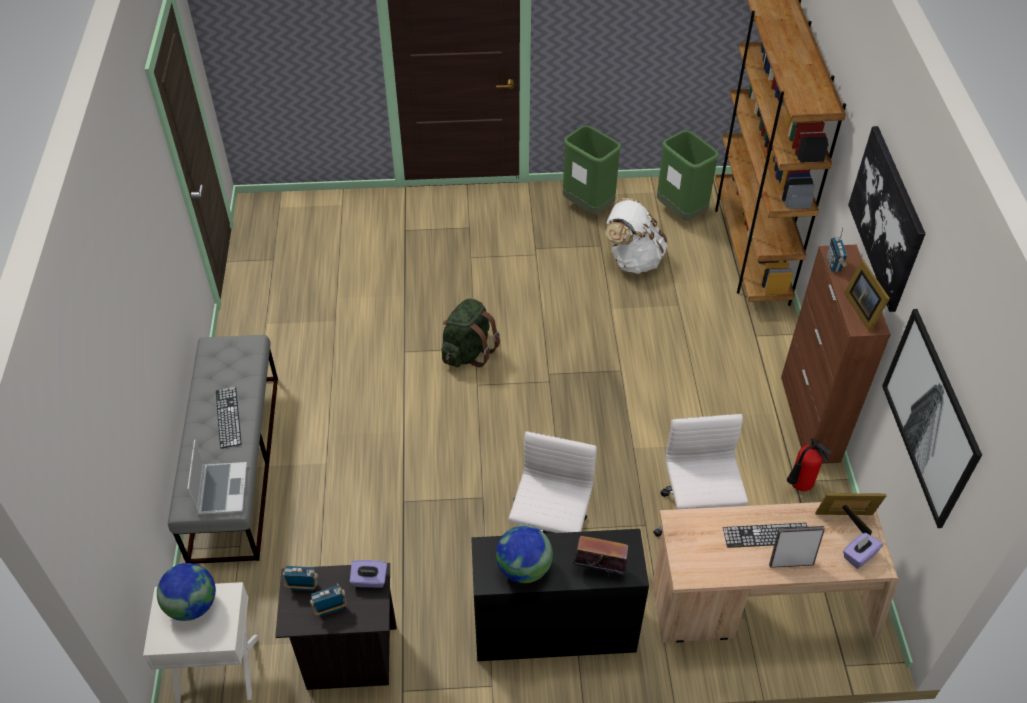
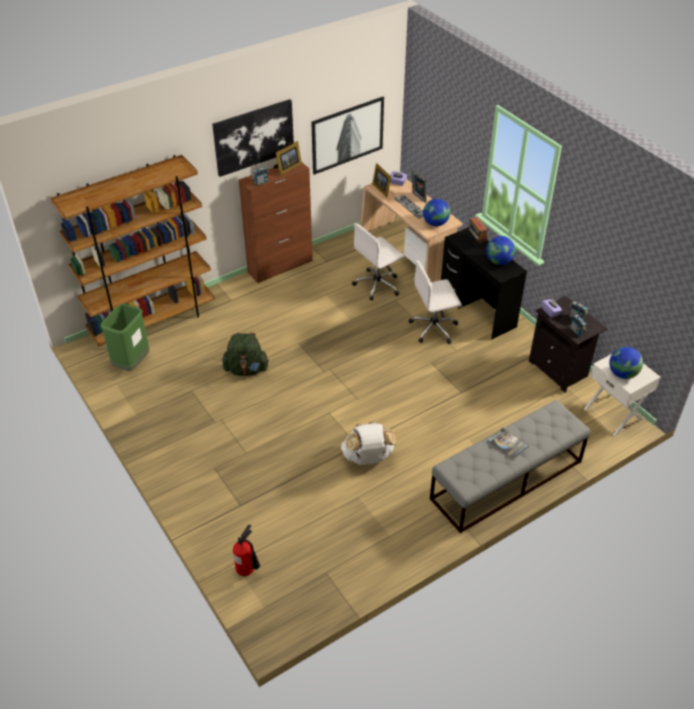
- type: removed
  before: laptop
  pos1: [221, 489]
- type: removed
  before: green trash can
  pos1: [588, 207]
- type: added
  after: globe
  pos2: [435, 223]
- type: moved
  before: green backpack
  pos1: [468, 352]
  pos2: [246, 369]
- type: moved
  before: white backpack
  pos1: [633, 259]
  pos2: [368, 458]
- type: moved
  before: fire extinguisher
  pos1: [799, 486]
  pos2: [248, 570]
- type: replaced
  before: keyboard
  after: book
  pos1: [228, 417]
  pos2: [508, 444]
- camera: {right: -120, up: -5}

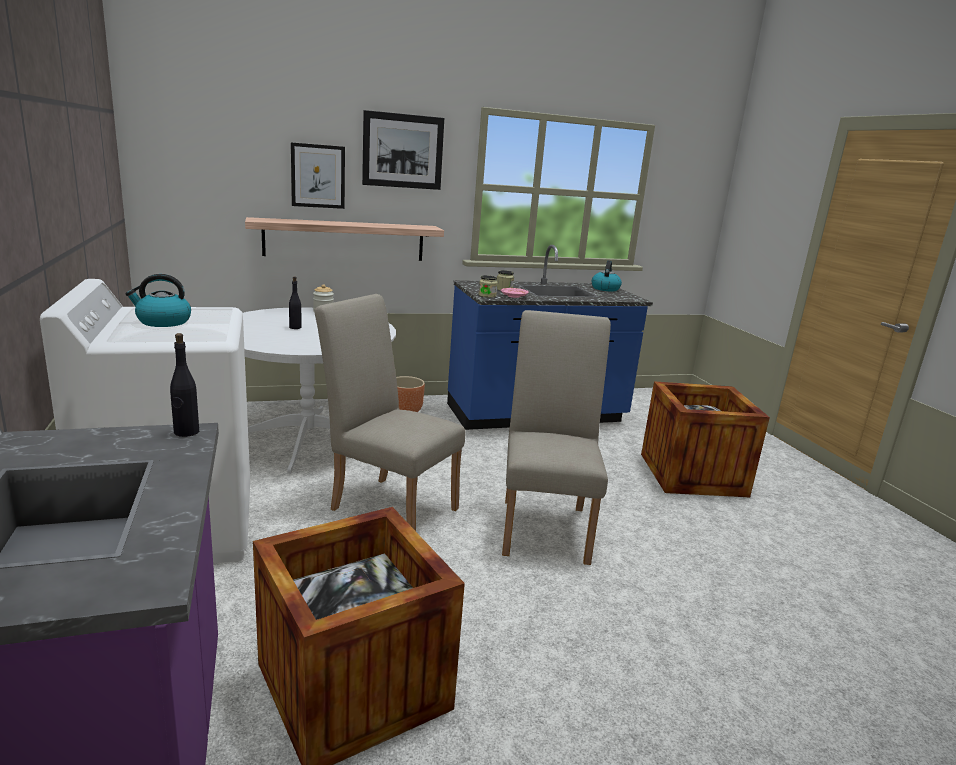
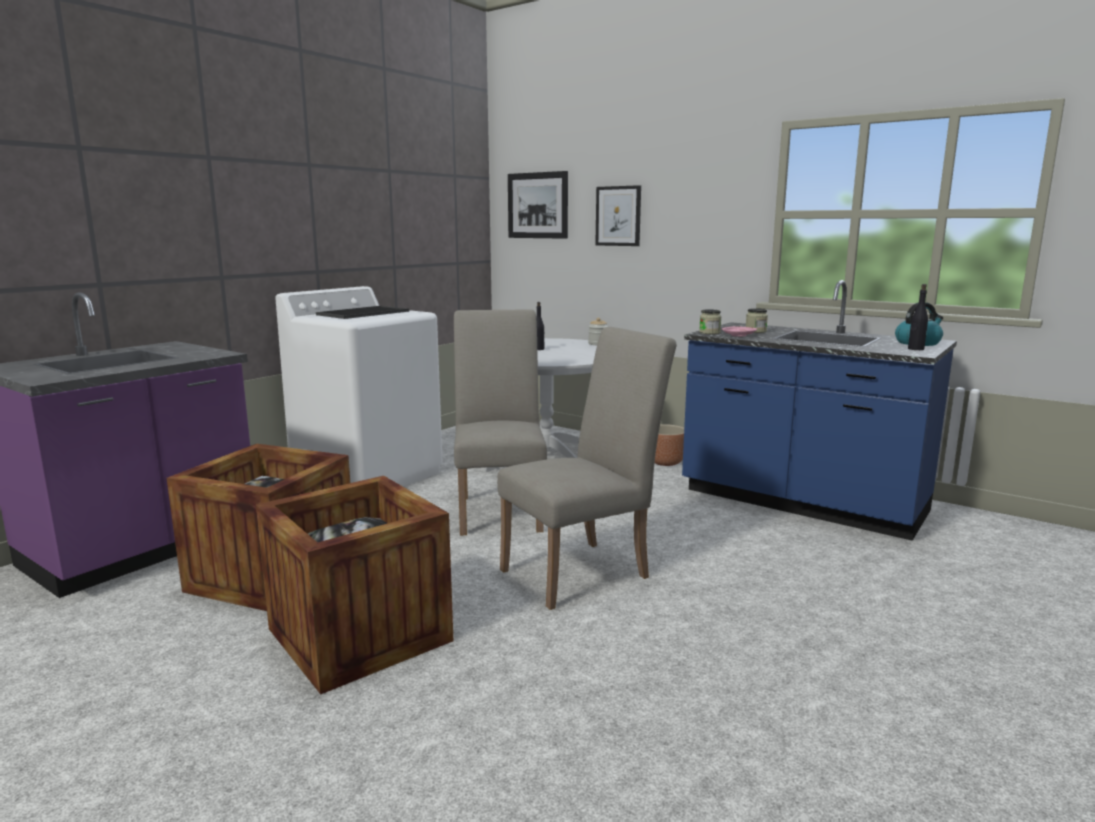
- type: removed
  before: shelf
  pos1: [345, 240]
- type: moved
  before: black bottle
  pos1: [186, 432]
  pos2: [915, 349]
- type: moved
  before: picture
  pos1: [403, 151]
  pos2: [537, 205]
- type: moved
  before: crate
  pos1: [692, 474]
  pos2: [359, 635]
- type: replaced
  before: kettle
  after: tray
  pos1: [163, 322]
  pos2: [363, 313]
- camera: {right: 55, up: -5}

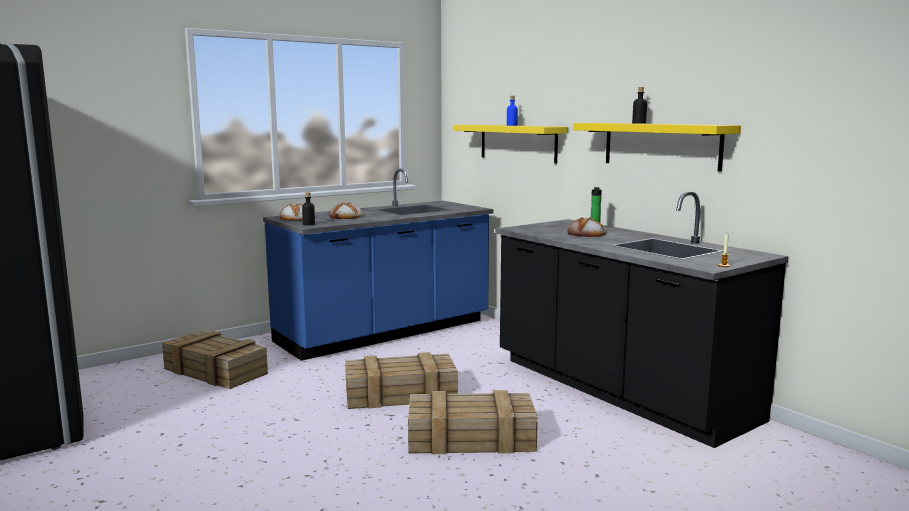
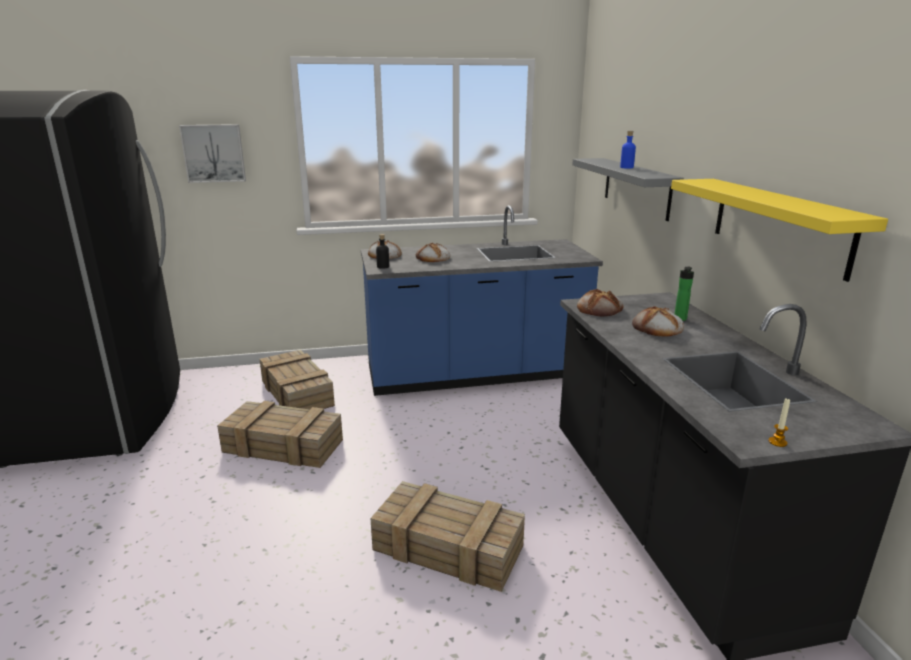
- type: removed
  before: black bottle
  pos1: [639, 123]
- type: added
  after: picture
  pos2: [214, 153]
- type: added
  after: bread
  pos2: [600, 309]
- type: moved
  before: crate
  pos1: [402, 394]
  pos2: [285, 445]
- type: recoloured
  before: yellow shelf
  after: grey shelf
  pos1: [517, 142]
  pos2: [636, 187]
- camera: {right: 25, up: 10}

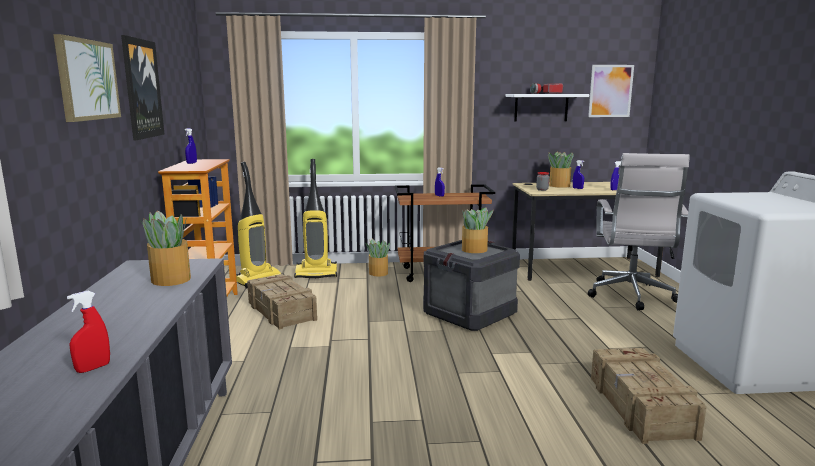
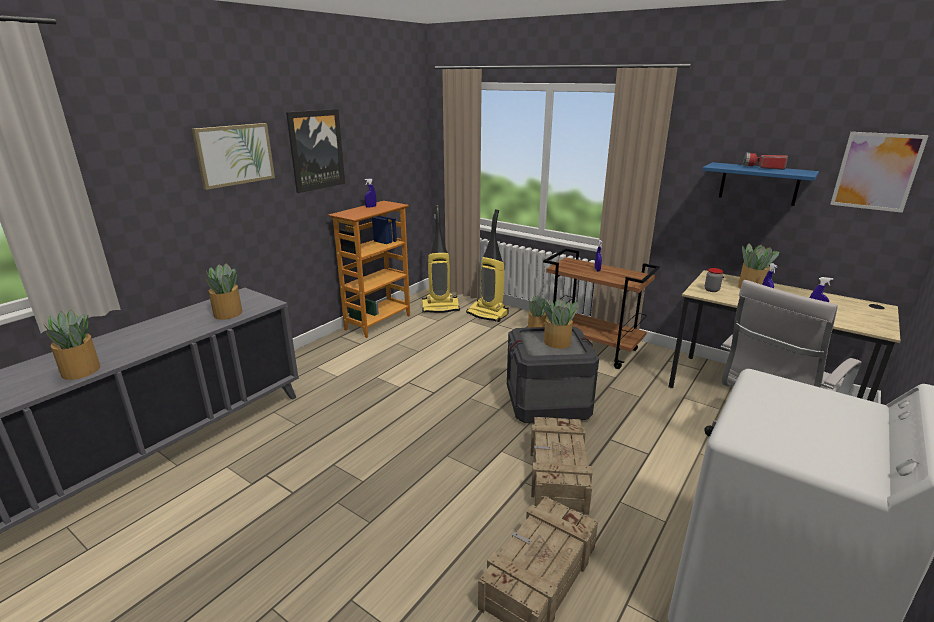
- type: moved
  before: crate
  pos1: [281, 311]
  pos2: [557, 474]
- type: replaced
  before: red spray bottle
  after: potted plant
  pos1: [93, 368]
  pos2: [80, 371]
- type: recoloured
  before: white shelf
  after: blue shelf
  pos1: [541, 107]
  pos2: [759, 184]
- camera: {right: 40, up: 10}

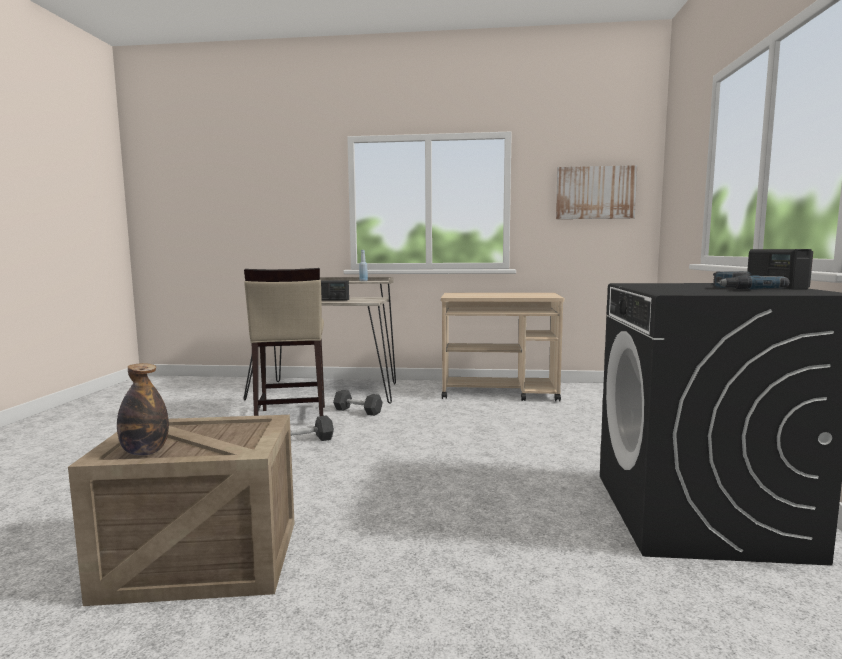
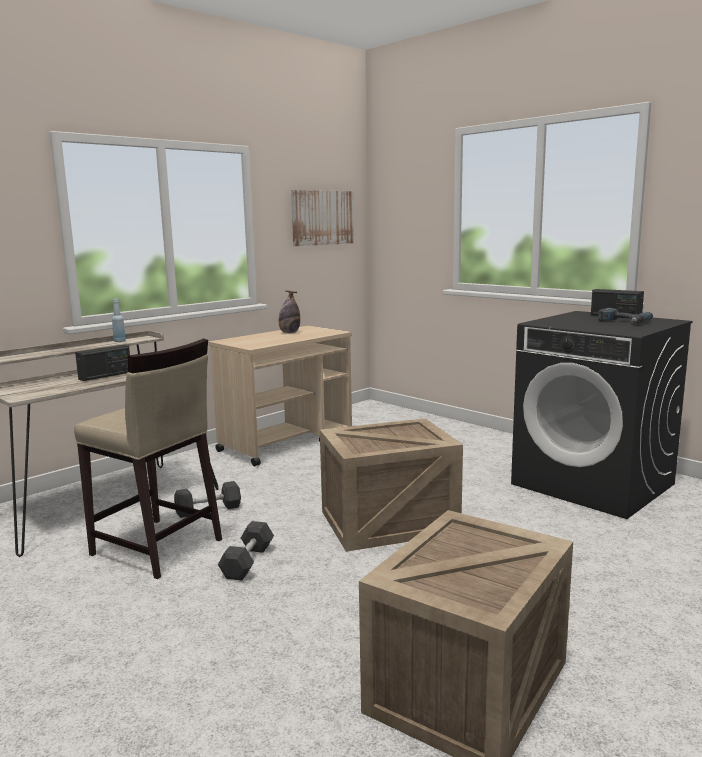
- type: added
  after: crate
  pos2: [390, 521]
- type: moved
  before: bottle
  pos1: [145, 452]
  pos2: [289, 333]
- camera: {right: -50, up: 5}

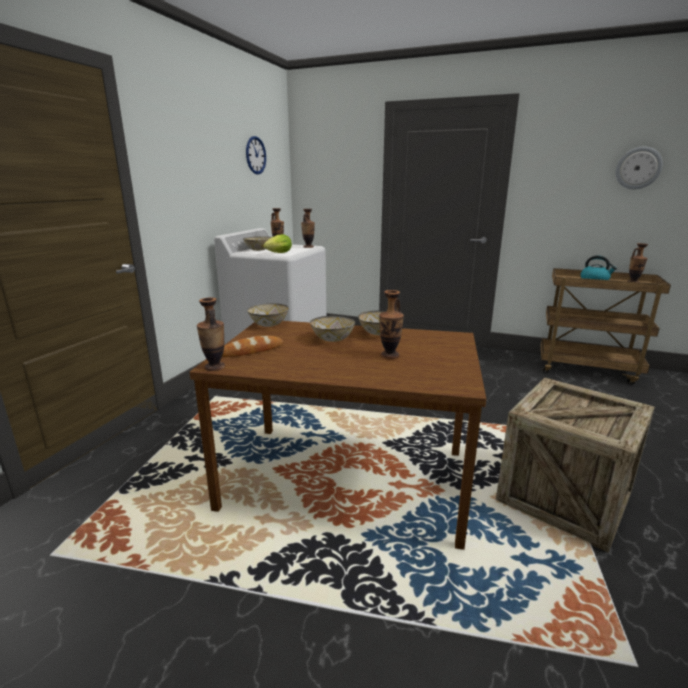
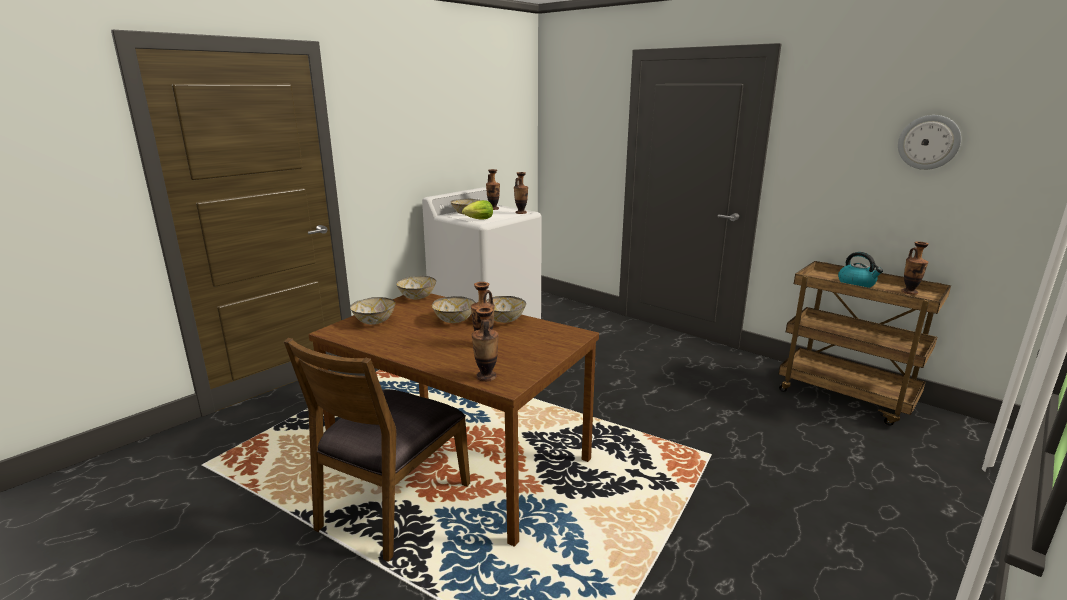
- type: removed
  before: wall clock
  pos1: [255, 155]
- type: removed
  before: crate
  pos1: [563, 497]
- type: added
  after: brown chair
  pos2: [392, 505]
- type: moved
  before: vase
  pos1: [215, 367]
  pos2: [486, 377]
- type: replaced
  before: bread
  after: bowl
  pos1: [251, 350]
  pos2: [374, 322]
- camera: {right: 20, up: 0}

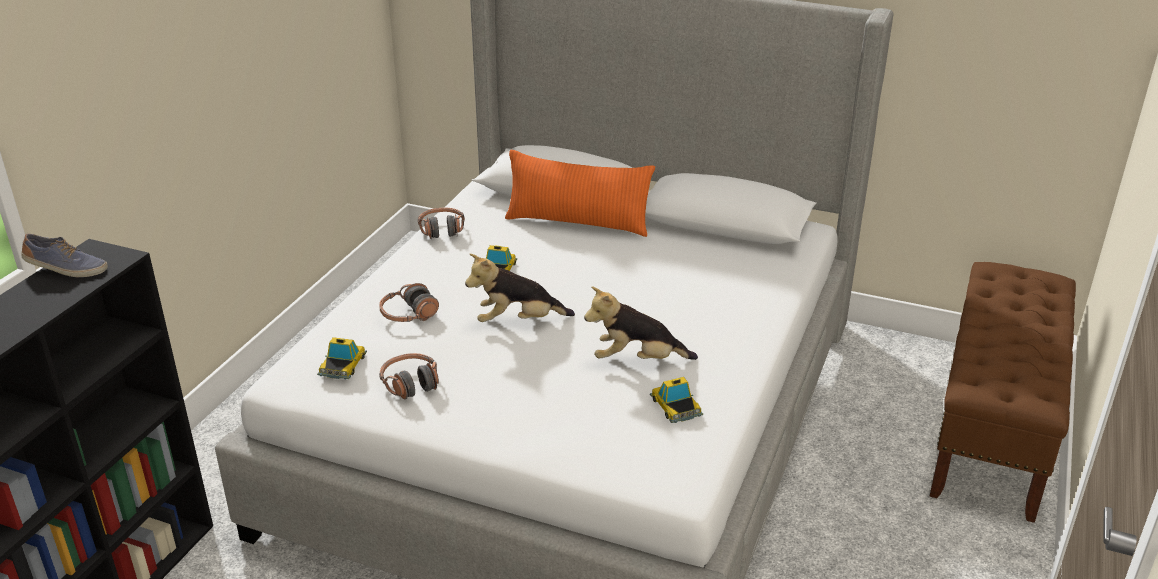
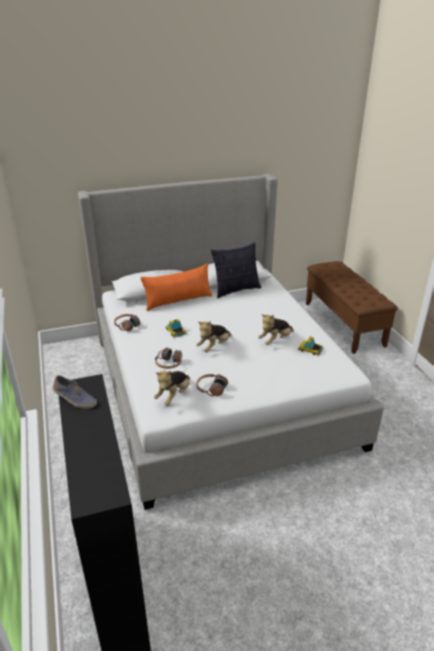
- type: added
  after: pillow
  pos2: [236, 290]
- type: replaced
  before: toy car
  after: plush toy
  pos1: [342, 364]
  pos2: [174, 395]
- type: turned
  before: shoe
  pos1: [66, 269]
  pos2: [75, 400]
  turn: 60
- camera: {right: -40, up: 0}

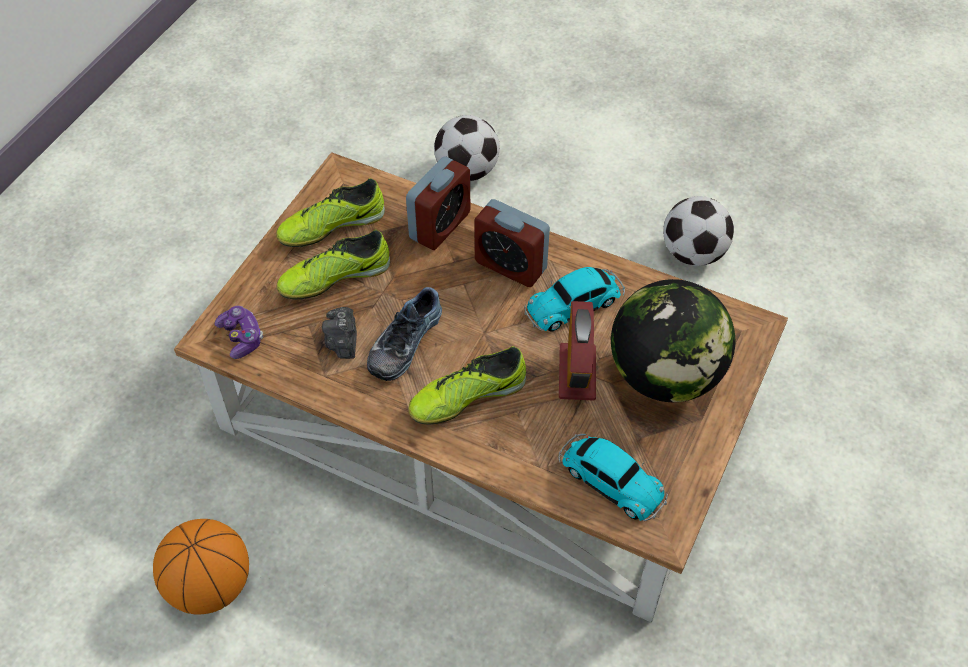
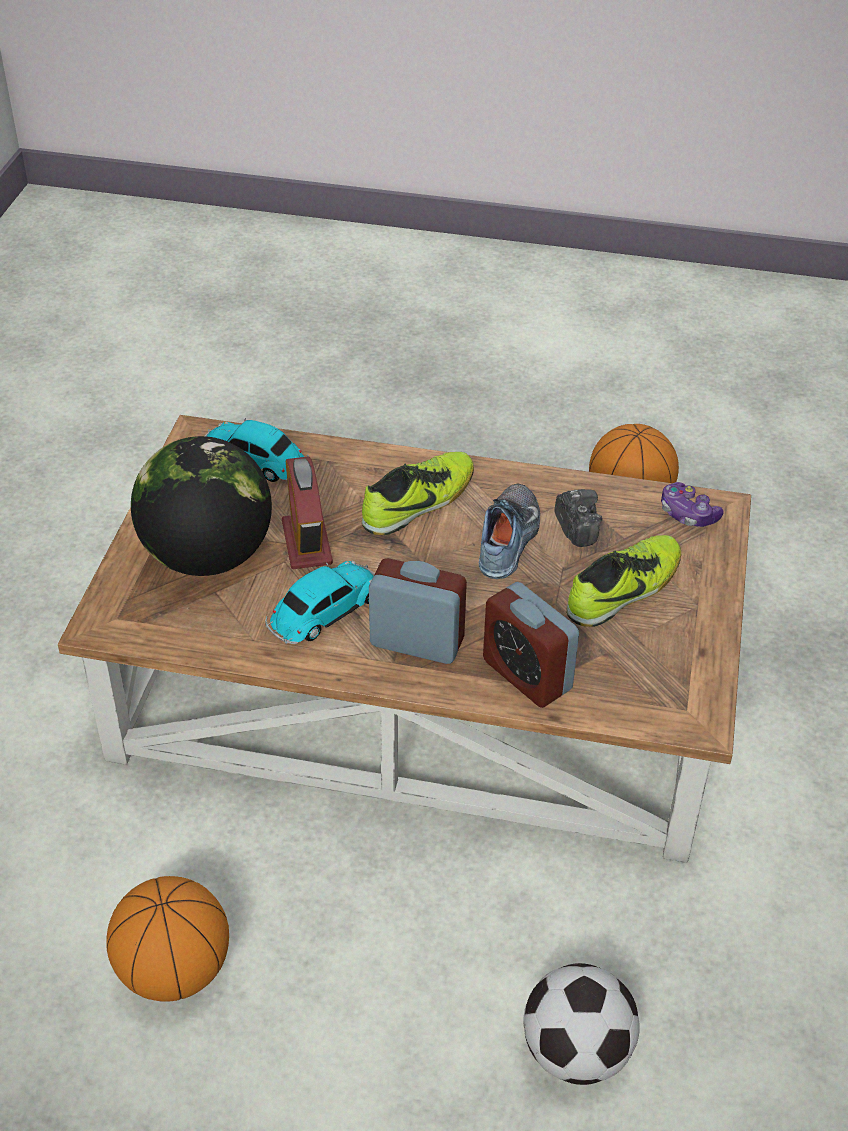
- type: removed
  before: shoe
  pos1: [331, 226]
- type: replaced
  before: football
  after: basketball
  pos1: [693, 253]
  pos2: [175, 970]
- type: turned
  before: alarm clock
  pos1: [440, 226]
  pos2: [527, 675]
  turn: -60
- camera: {right: 165, up: -10}

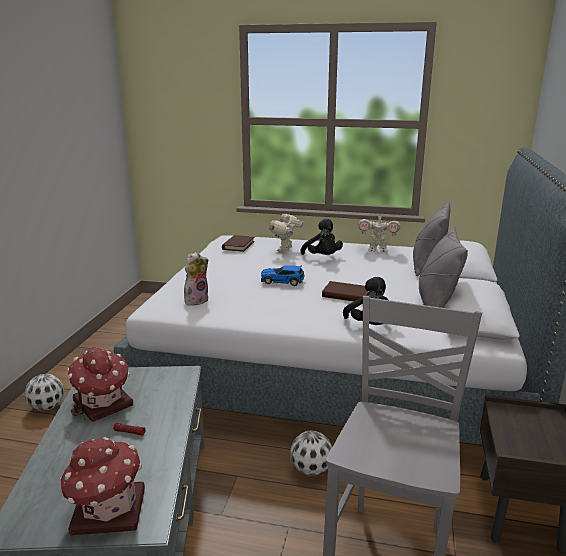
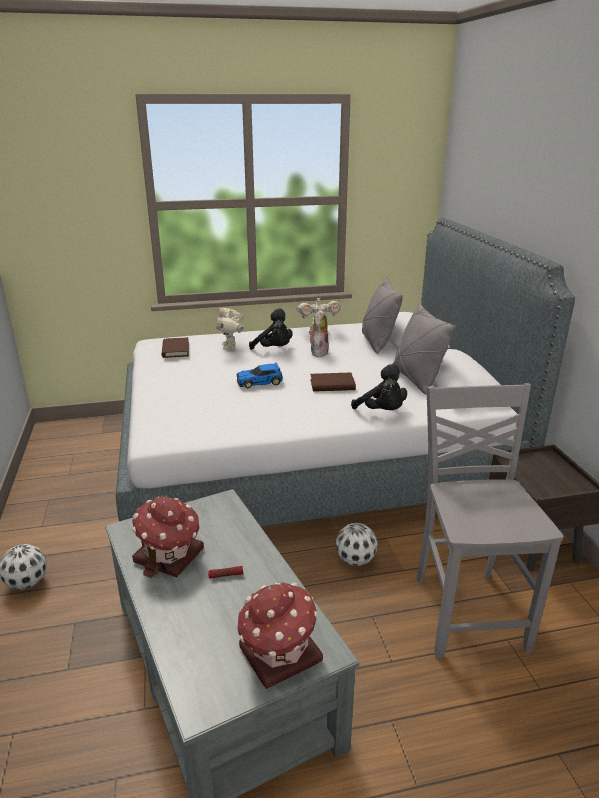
- type: moved
  before: plush toy
  pos1: [196, 300]
  pos2: [318, 352]
- camera: {right: -25, up: 5}

